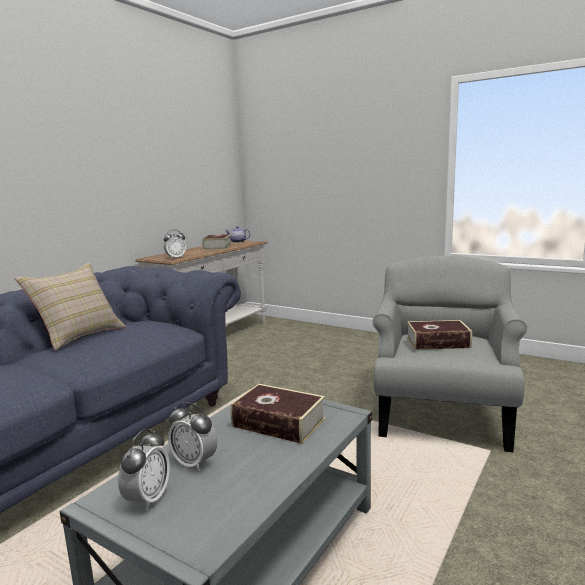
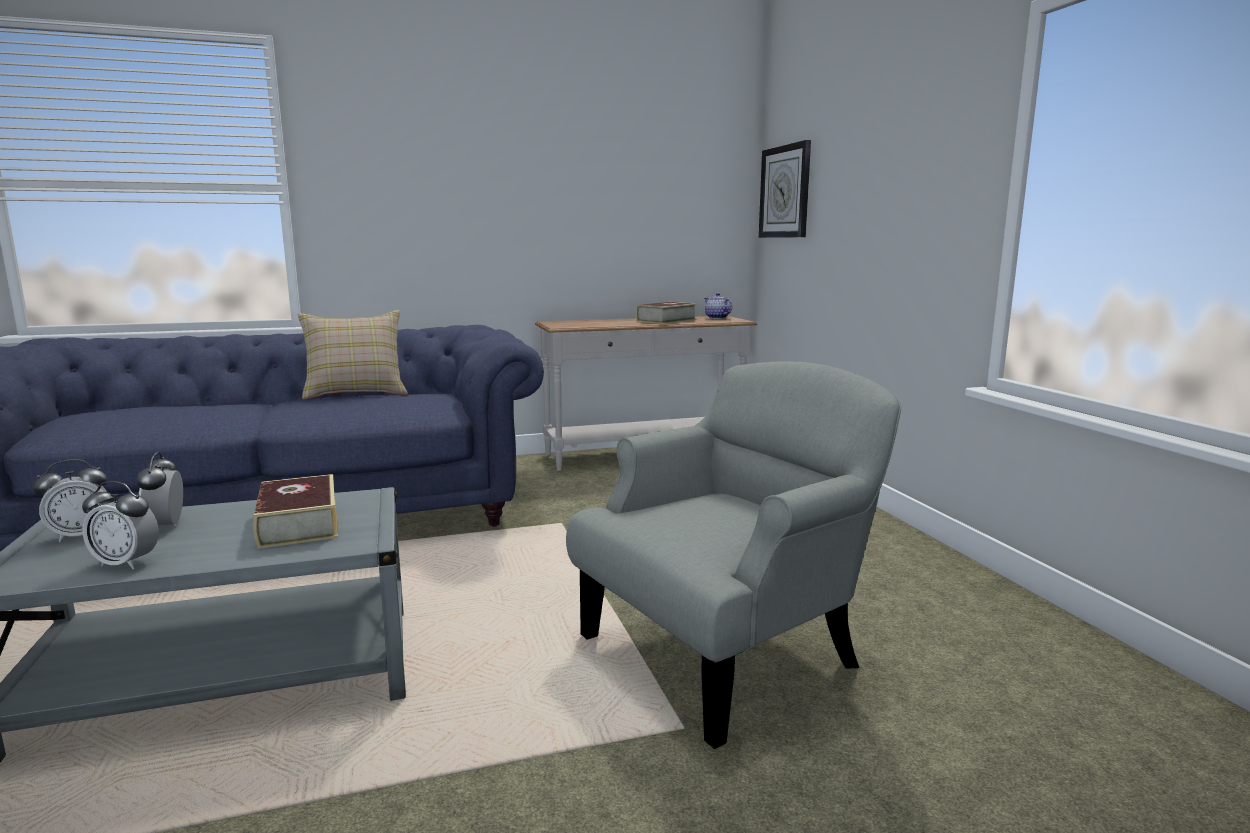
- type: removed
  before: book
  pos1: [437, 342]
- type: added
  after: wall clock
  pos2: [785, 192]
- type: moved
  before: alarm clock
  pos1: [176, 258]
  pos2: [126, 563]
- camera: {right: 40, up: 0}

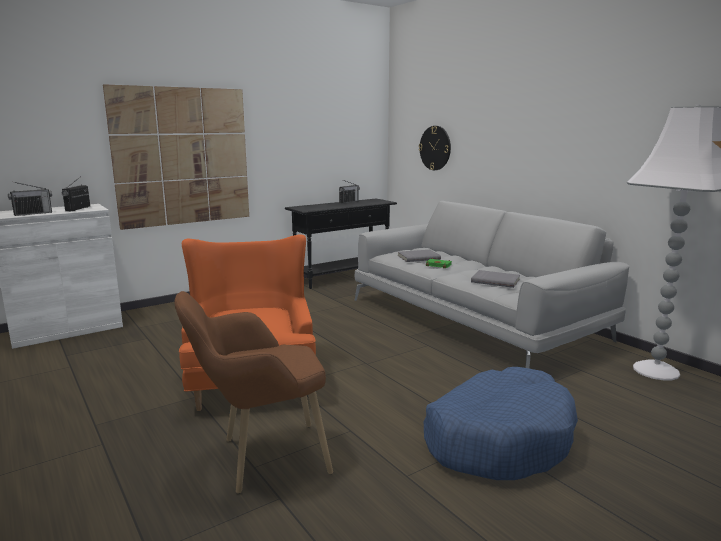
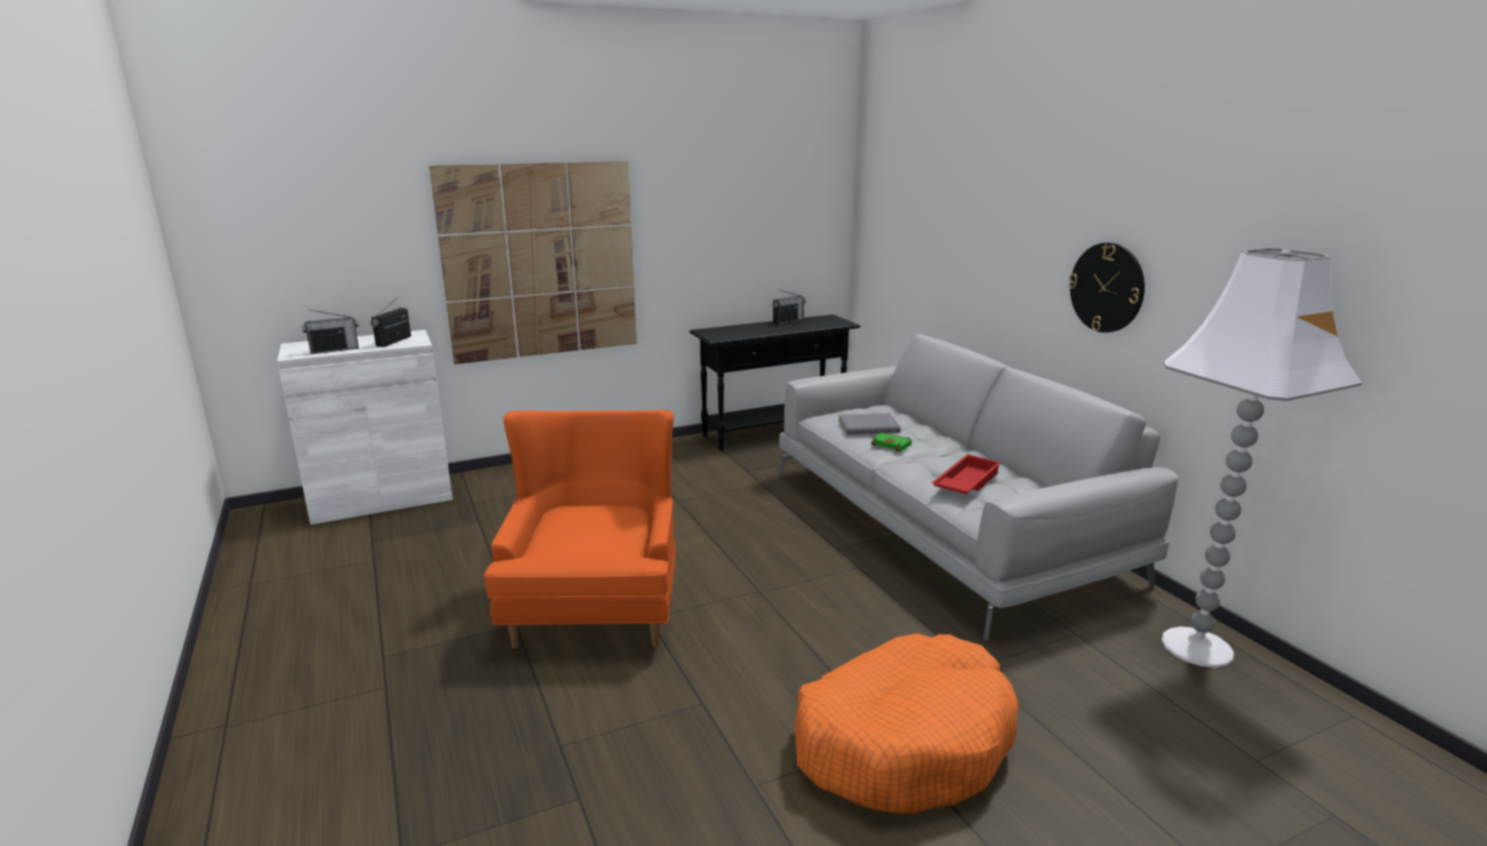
- type: removed
  before: brown armchair
  pos1: [260, 459]
- type: moved
  before: wall clock
  pos1: [435, 148]
  pos2: [1107, 287]
- type: replaced
  before: grey book
  after: red tray
  pos1: [495, 280]
  pos2: [965, 482]
- type: recoloured
  before: blue dog bed
  after: orange dog bed
  pos1: [498, 439]
  pos2: [903, 741]
- camera: {right: 10, up: 5}

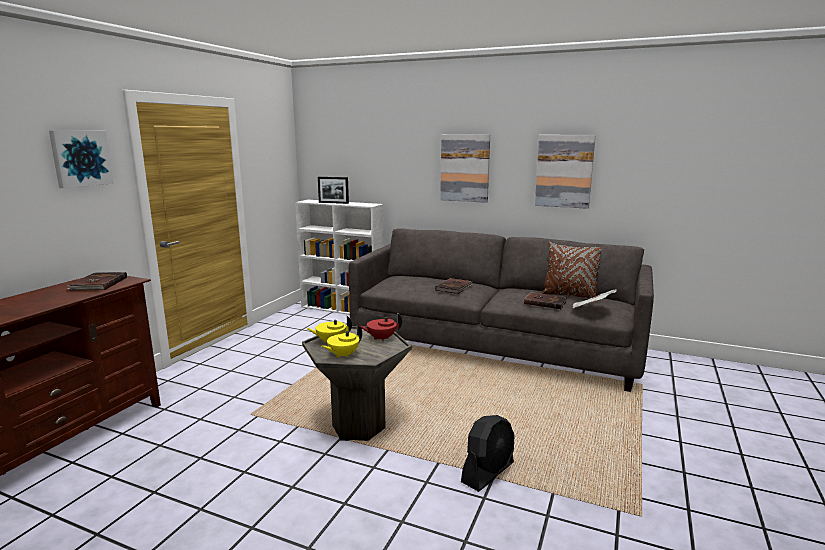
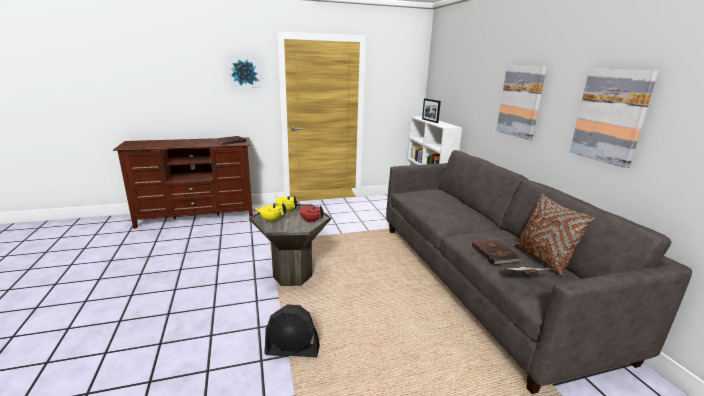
- type: removed
  before: brown book
  pos1: [454, 287]
- camera: {right: 50, up: 5}

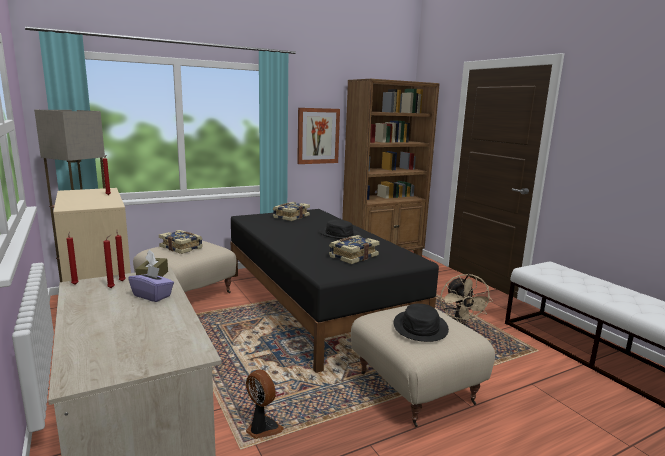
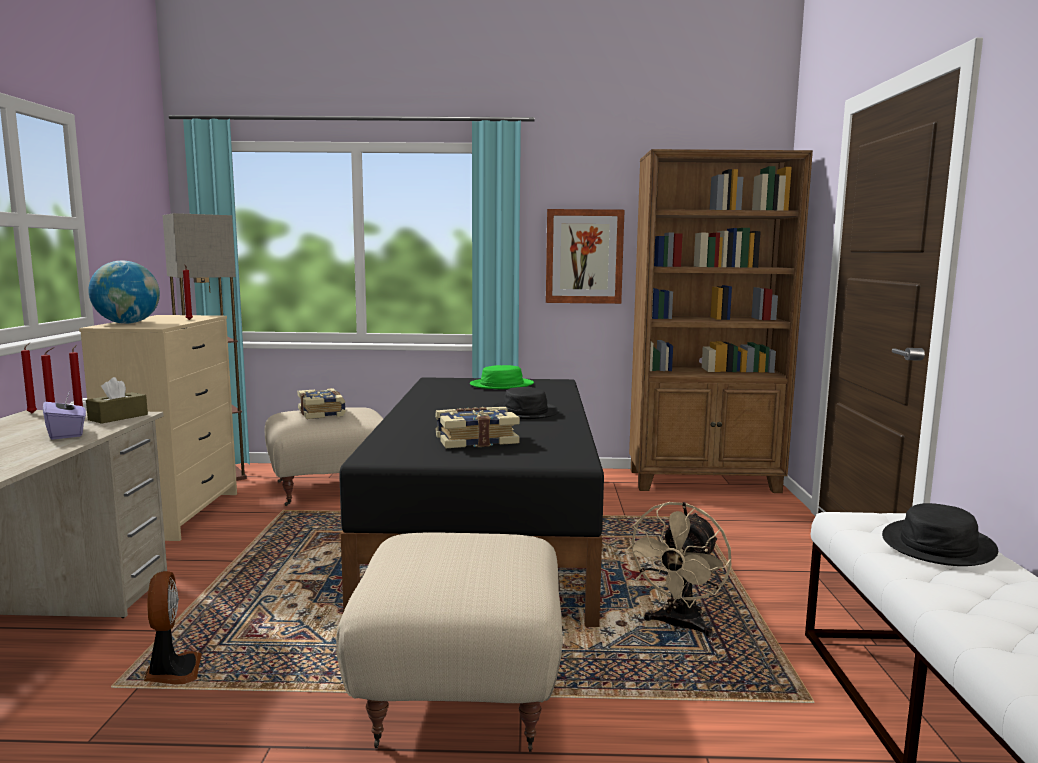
- type: added
  after: globe
  pos2: [127, 323]
- type: moved
  before: black hat
  pos1: [420, 327]
  pos2: [938, 545]
- type: replaced
  before: book
  after: green hat
  pos1: [290, 217]
  pos2: [502, 385]
- camera: {right: 30, up: -5}

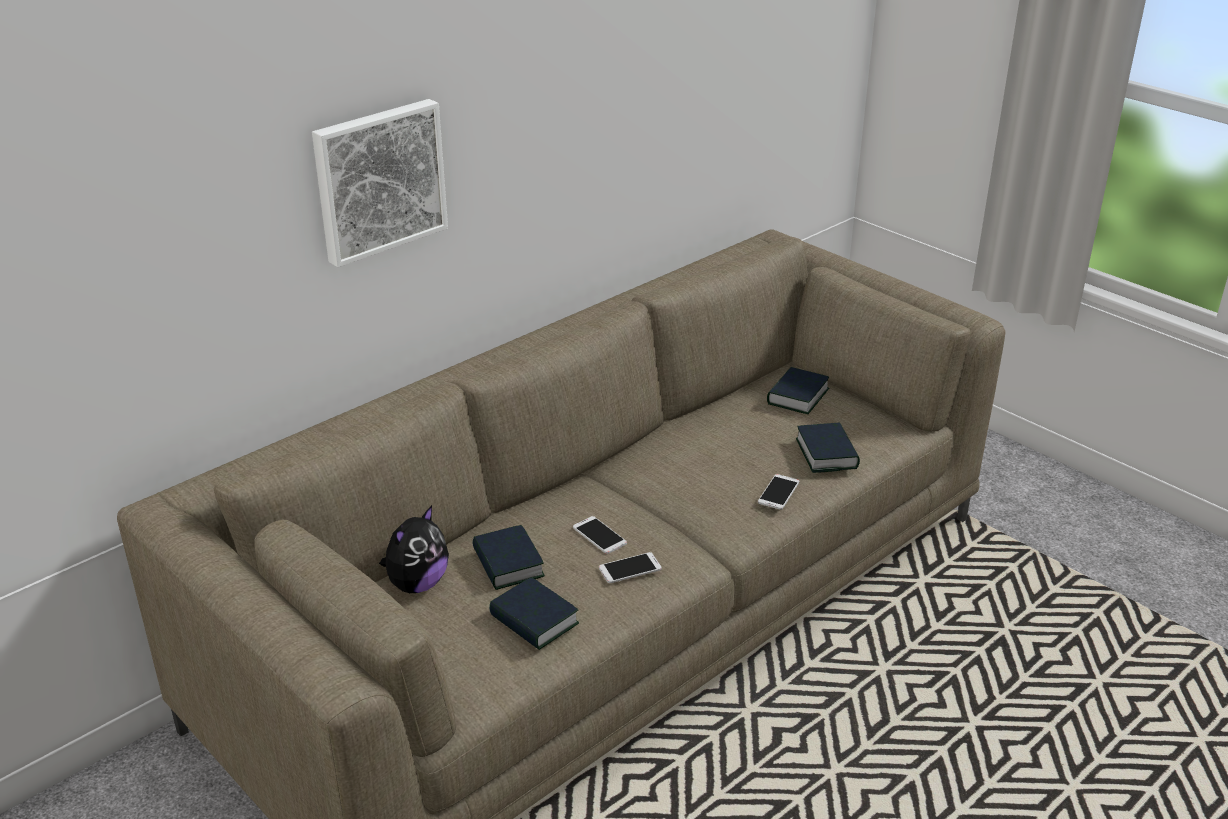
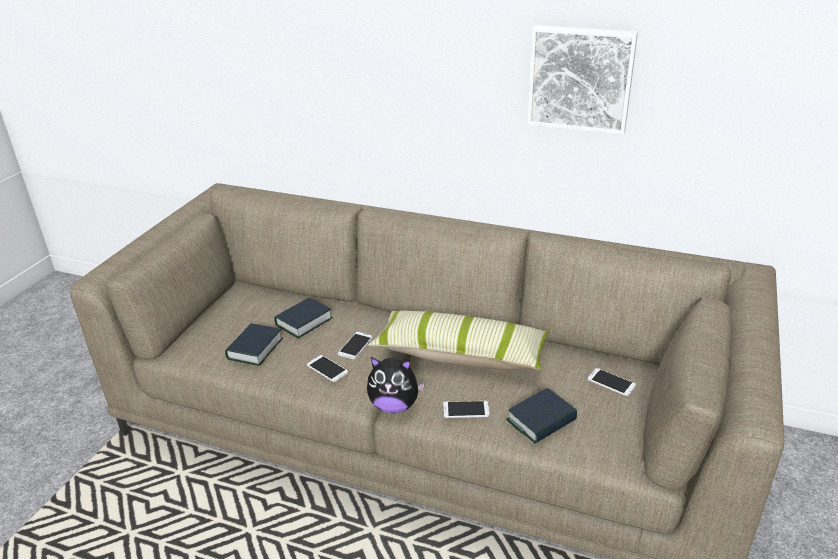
- type: added
  after: pillow
  pos2: [460, 354]
- type: moved
  before: picture
  pos1: [378, 180]
  pos2: [580, 78]
- type: moved
  before: plush toy
  pos1: [416, 584]
  pos2: [394, 406]
- type: replaced
  before: book
  after: phone
  pos1: [797, 396]
  pos2: [611, 382]
- camera: {right: 65, up: 0}

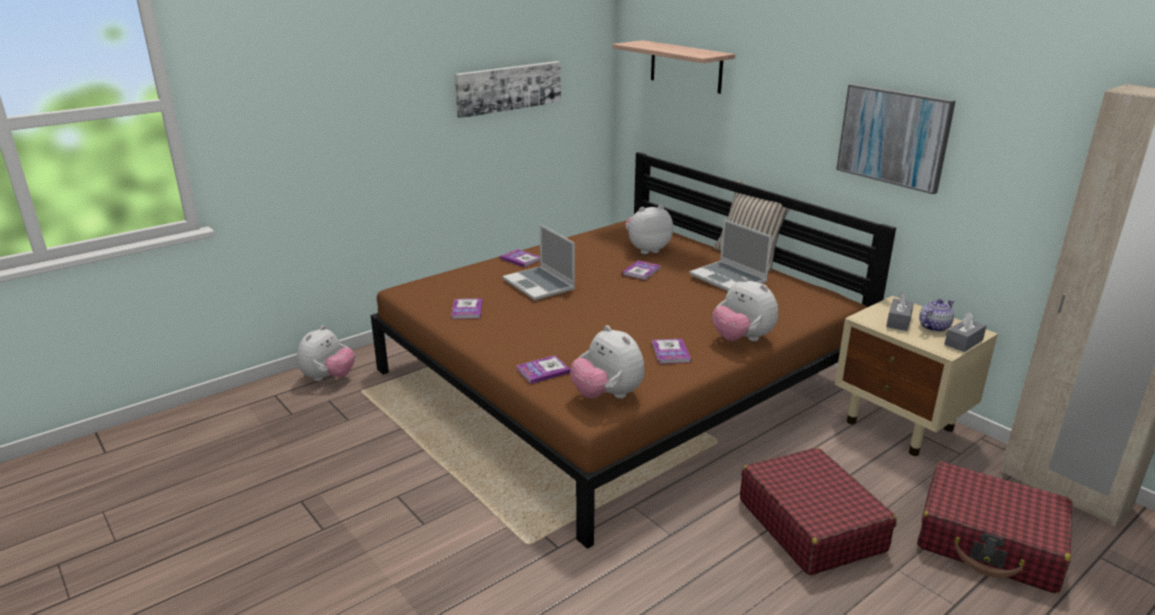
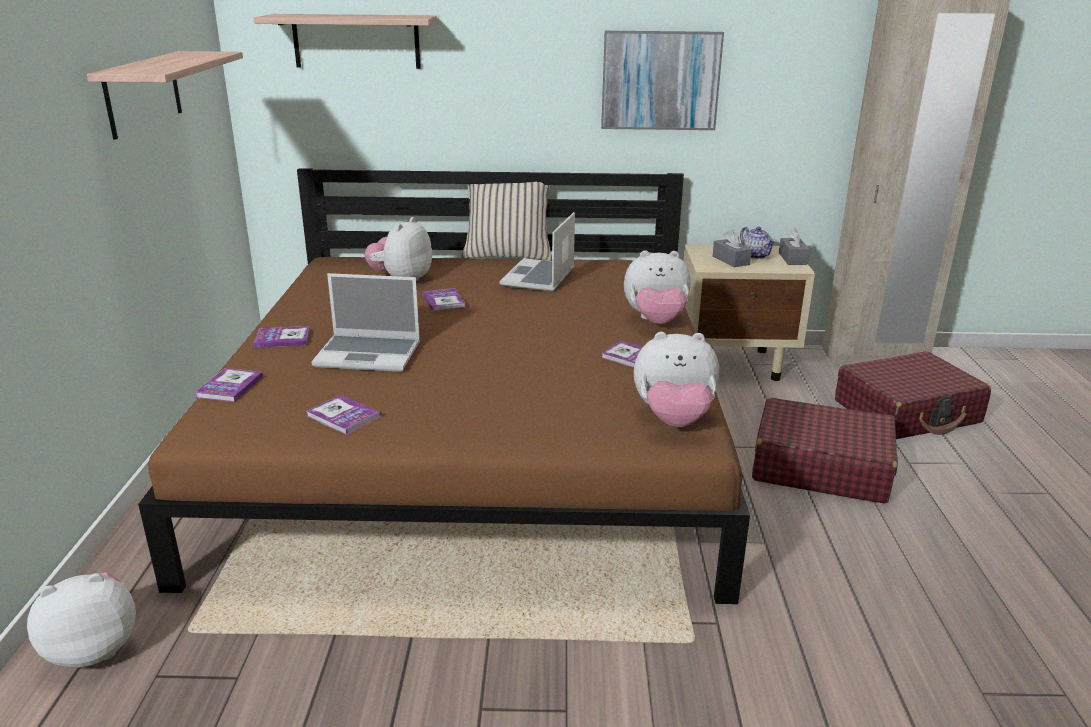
- type: moved
  before: book
  pos1: [543, 371]
  pos2: [230, 387]
- type: replaced
  before: picture
  after: shelf
  pos1: [508, 88]
  pos2: [143, 93]
- type: turned
  before: plush toy
  pos1: [328, 377]
  pos2: [94, 649]
  turn: -90
- type: turned
  before: laptop
  pos1: [729, 279]
  pos2: [539, 277]
  turn: 105
- type: turned
  before: teapot
  pos1: [933, 327]
  pos2: [756, 255]
  turn: 150
- camera: {right: -50, up: 0}

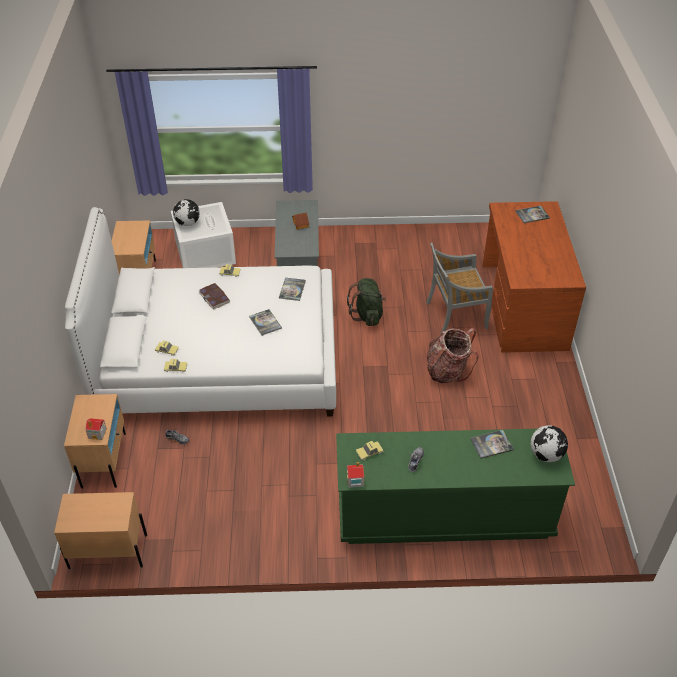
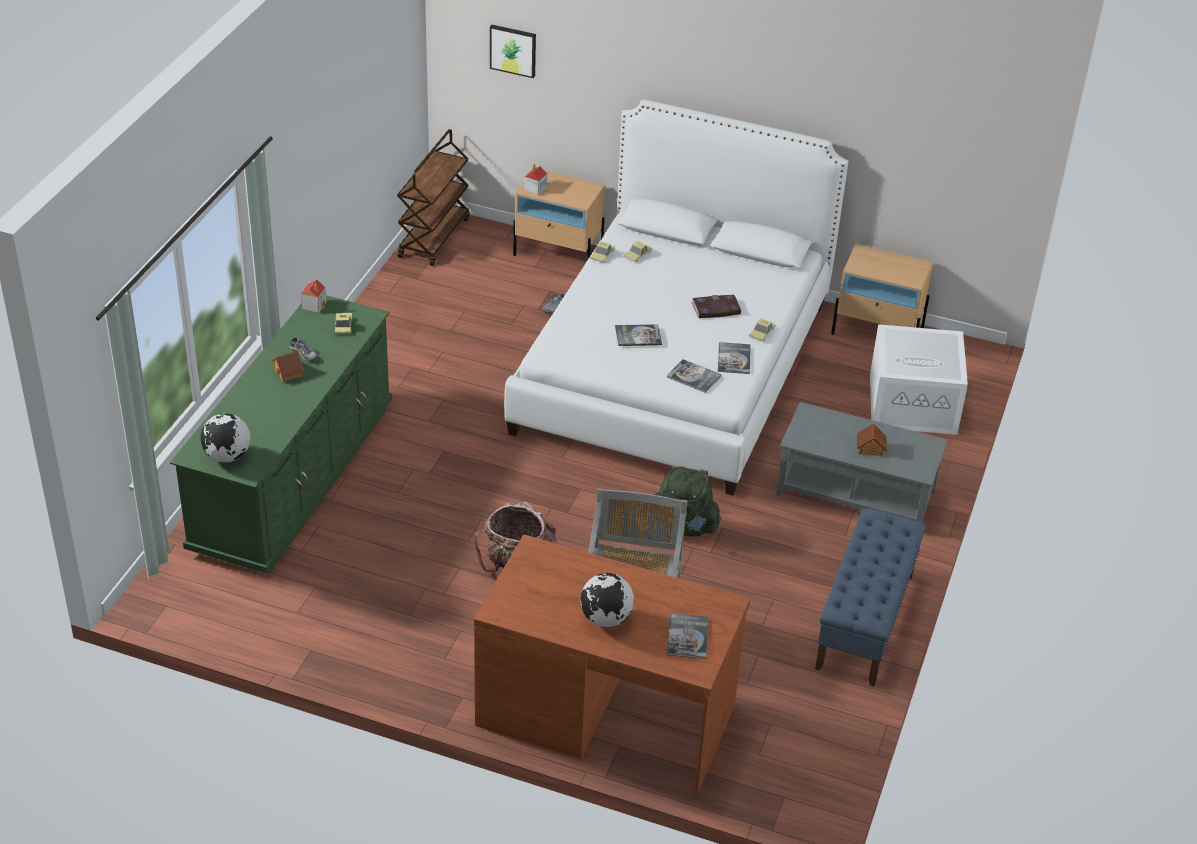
- type: added
  after: toy house
  pos2: [288, 372]
- type: added
  after: picture
  pos2: [513, 50]
- type: added
  after: blue bench
  pos2: [865, 622]
- type: moved
  before: globe
  pos1: [188, 223]
  pos2: [606, 619]
- type: moved
  before: book
  pos1: [491, 444]
  pos2: [734, 359]
- type: replaced
  before: beige nightstand
  after: brown cart
  pos1: [107, 551]
  pos2: [433, 237]
- camera: {right: 110, up: -5}

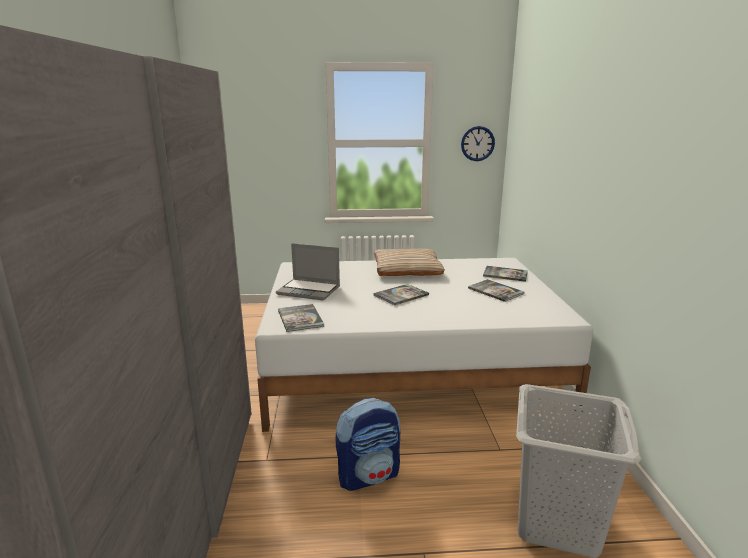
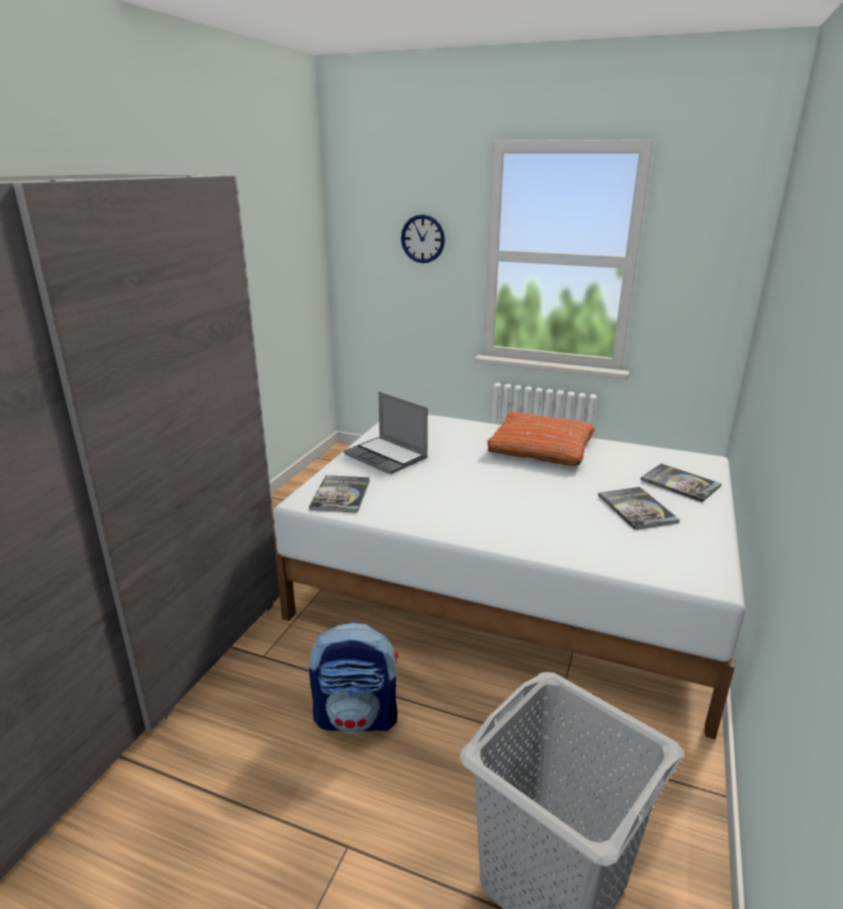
- type: removed
  before: book
  pos1: [401, 295]
- type: moved
  before: wall clock
  pos1: [477, 143]
  pos2: [423, 239]
- type: recoloured
  before: beige pillow
  after: orange pillow
  pos1: [407, 268]
  pos2: [541, 446]
- camera: {right: 25, up: 5}

